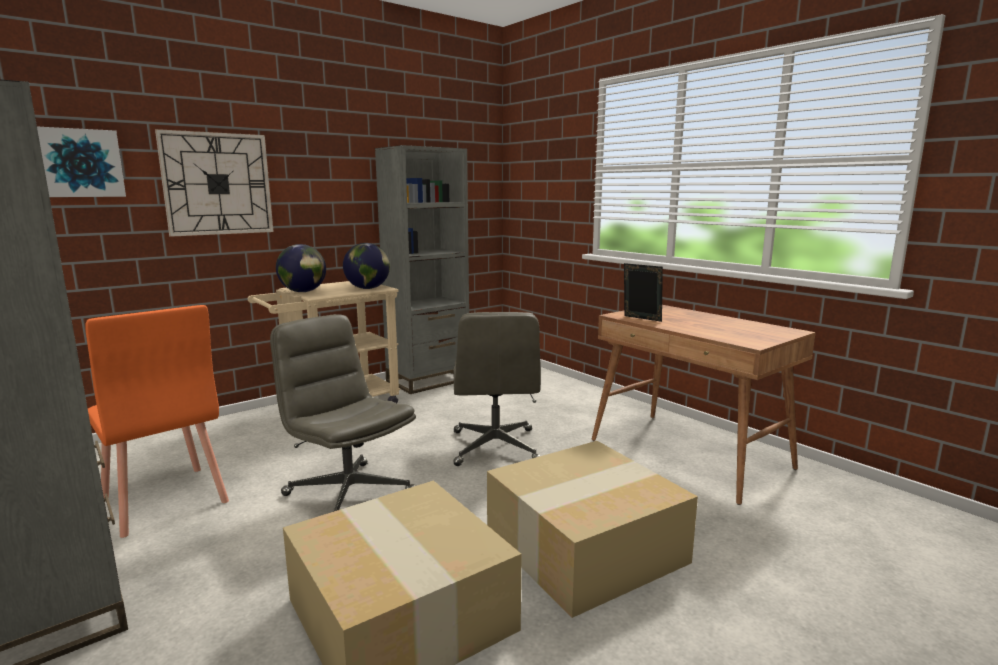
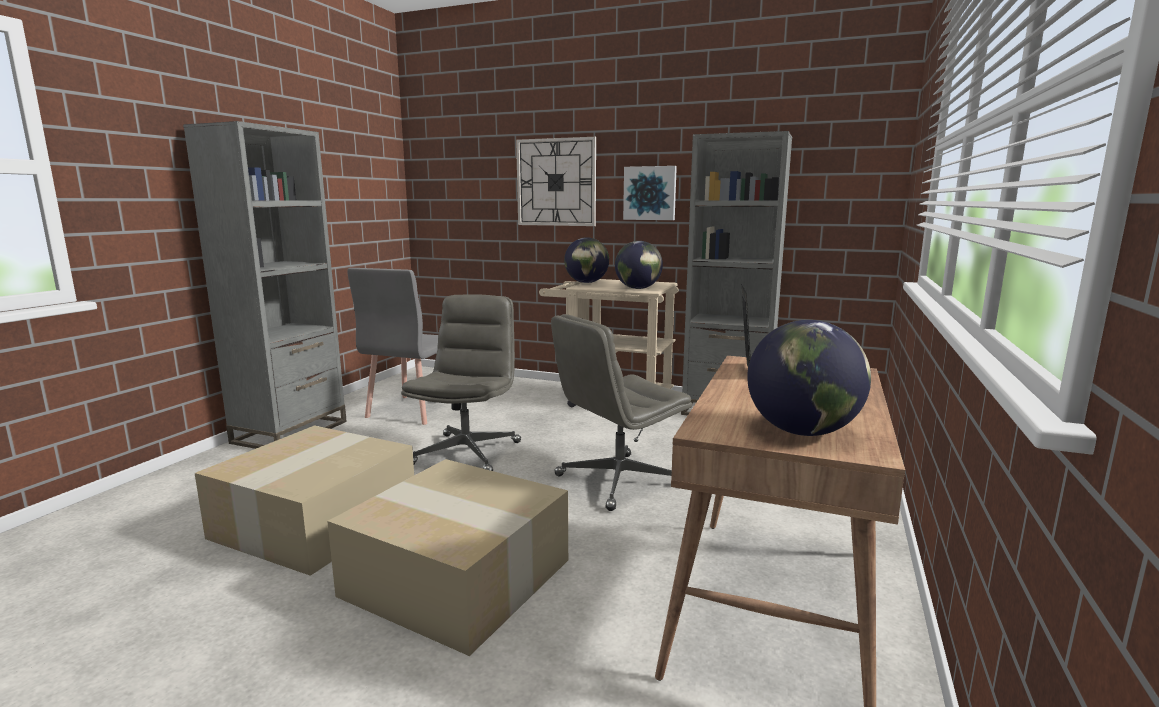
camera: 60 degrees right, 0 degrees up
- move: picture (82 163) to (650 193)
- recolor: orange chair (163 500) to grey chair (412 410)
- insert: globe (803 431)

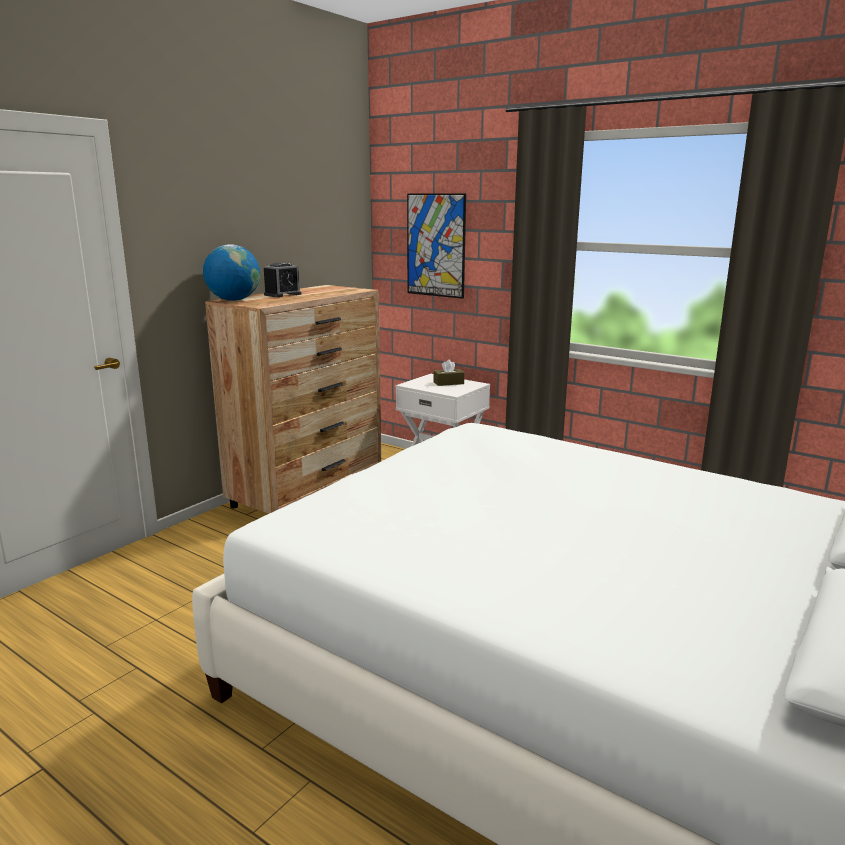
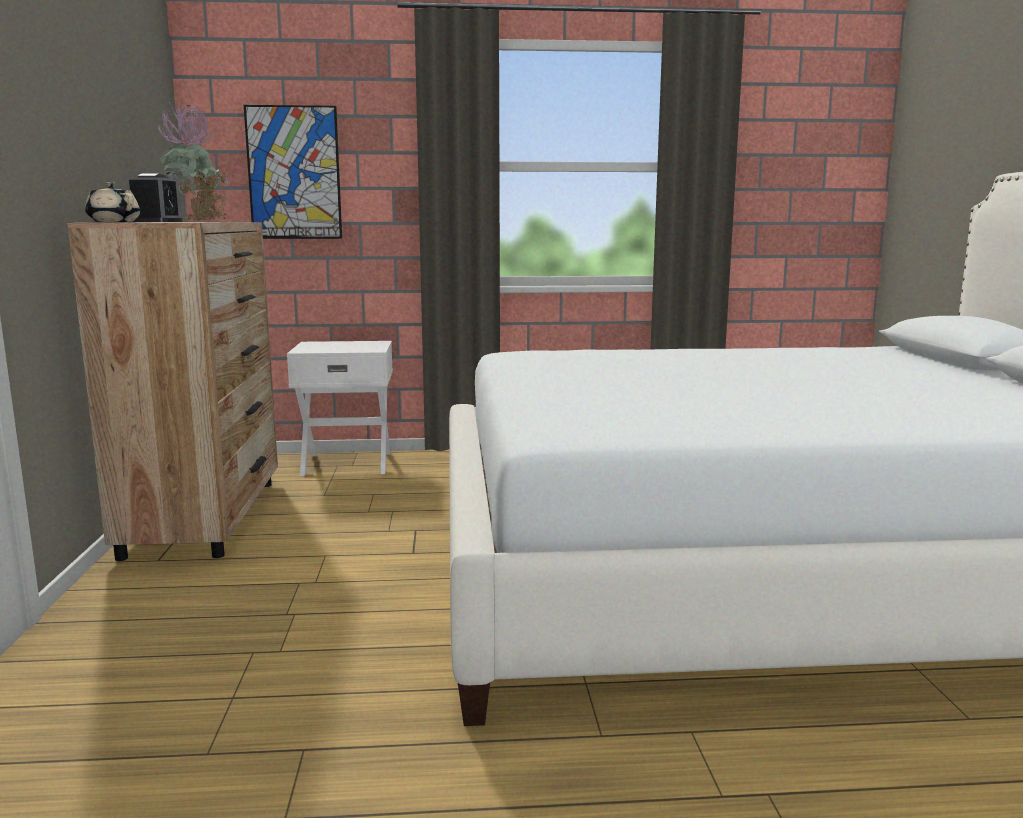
camera: 40 degrees left, 5 degrees down
- replace: globe (234 300) to beige teapot (113 222)
- delete: brown tissue box (448 383)
- insert: potted plant (199 221)

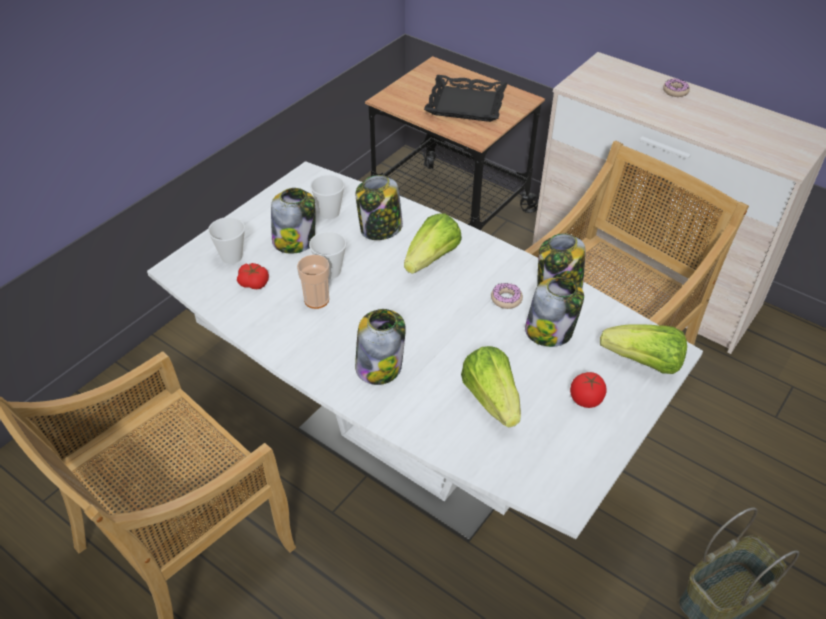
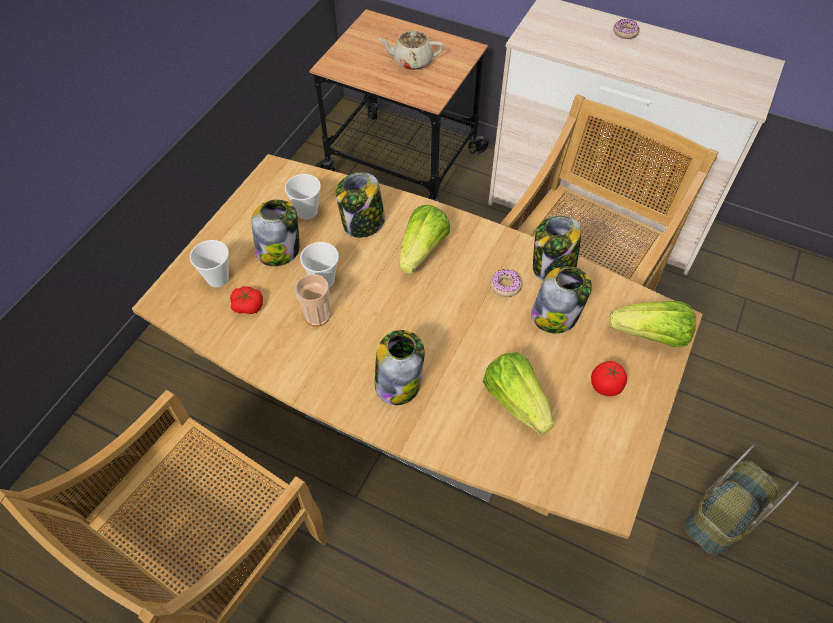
camera: 10 degrees left, 10 degrees up
- recolor: white dining table (411 449) to brown dining table (416 419)
- replace: black tray (466 104) to beige teapot (412 61)

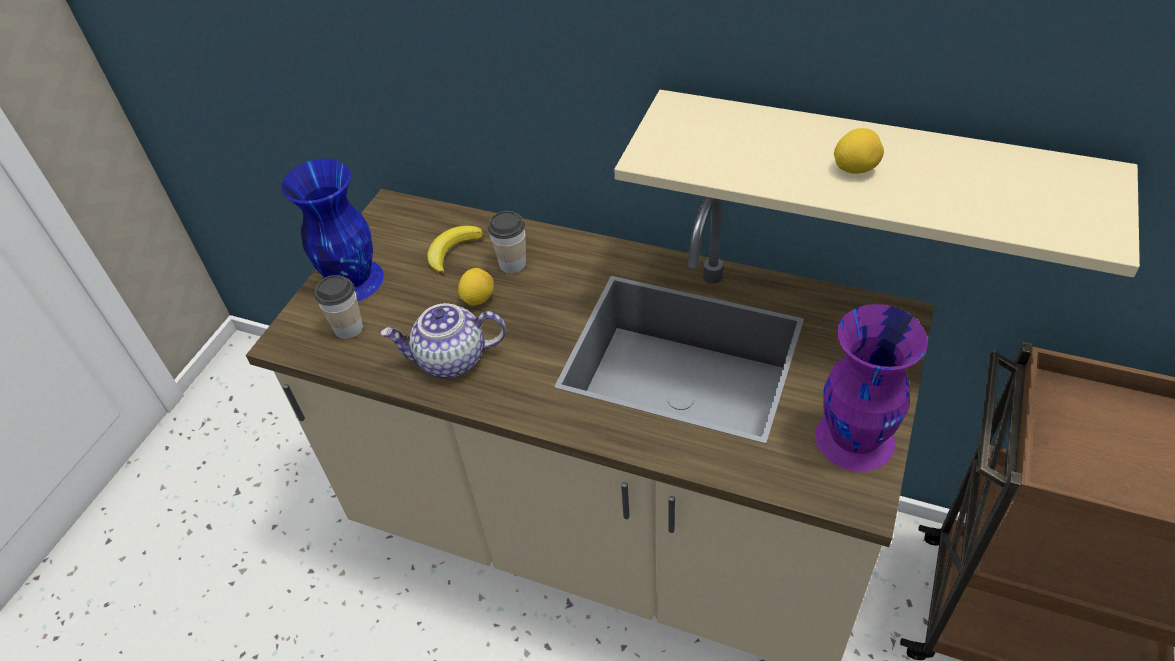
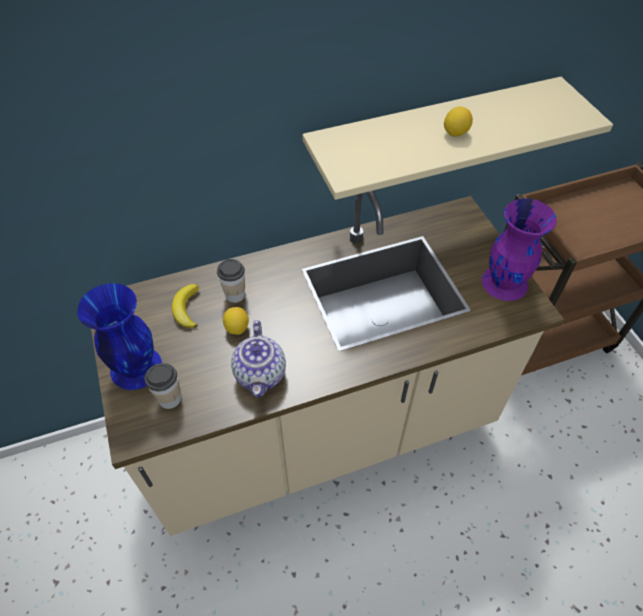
camera: 45 degrees left, 5 degrees up
- rotate: teapot (451 360) = (261 374) 45 degrees counterclockwise

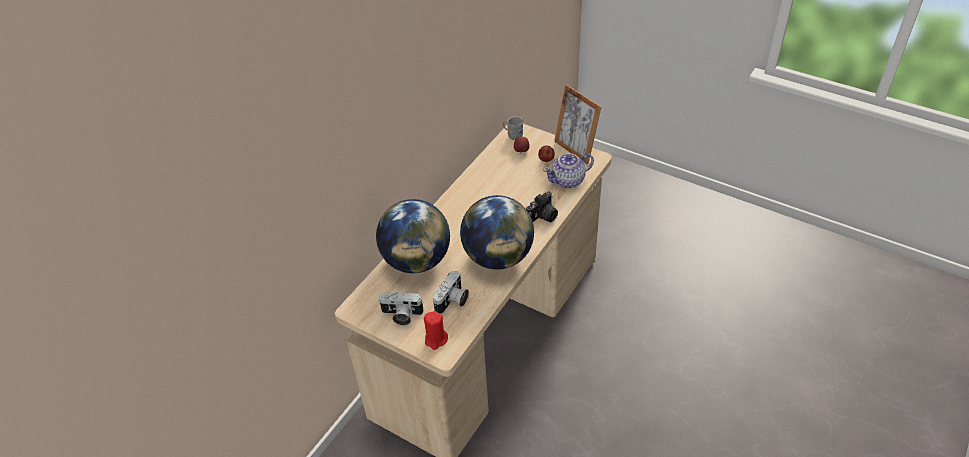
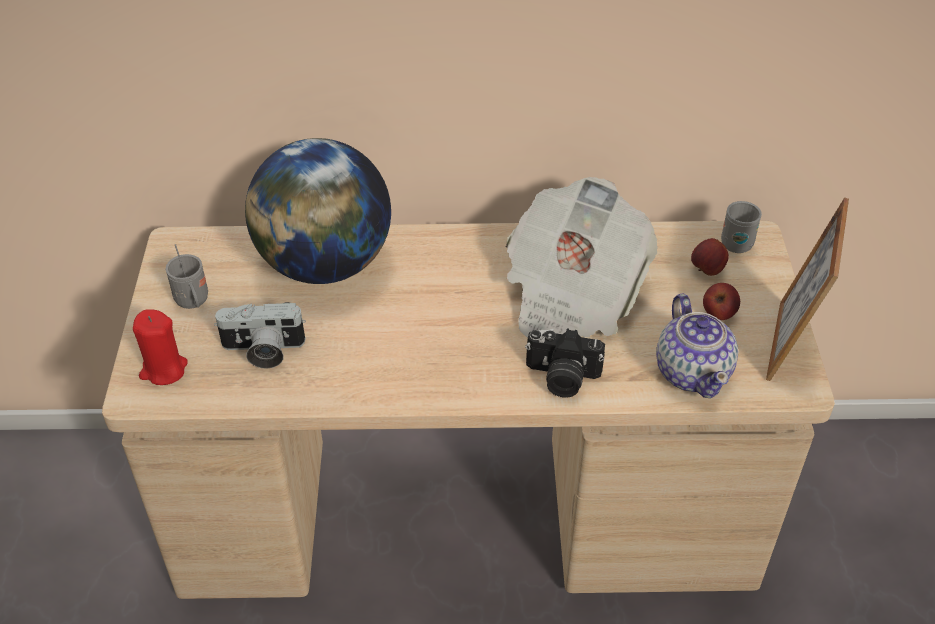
camera: 55 degrees right, 0 degrees up
- replace: photo camera (401 315) to grey mug (193 303)
- delete: globe (498 257)
- rotate: teapot (568 180) = (693 372) 135 degrees counterclockwise
- insert: newspaper (572 292)

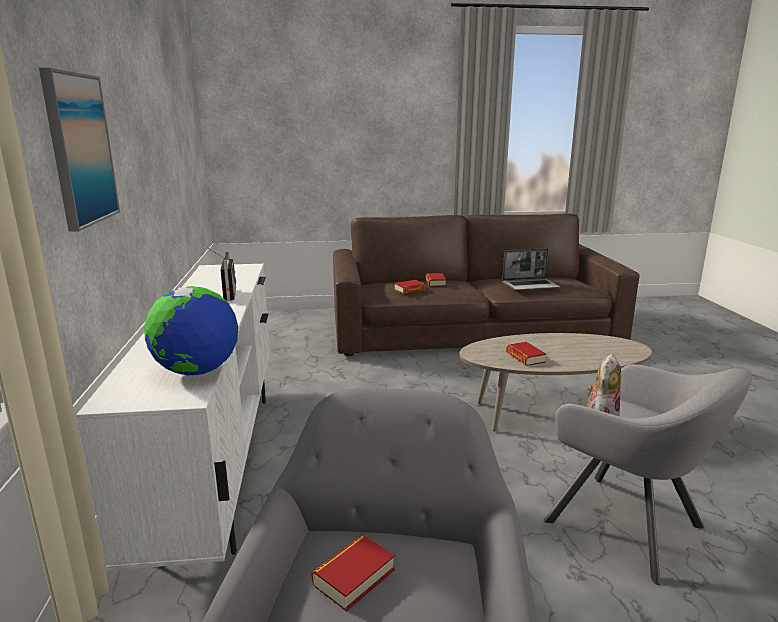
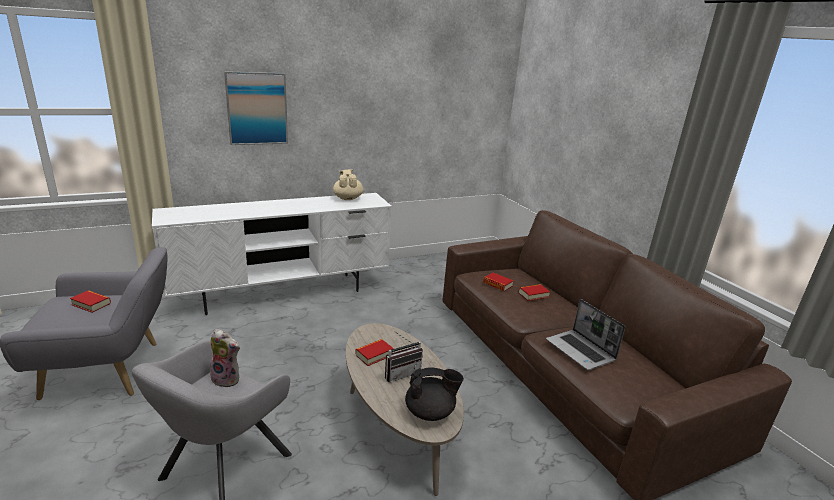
camera: 70 degrees right, 5 degrees up
- delete: globe (196 371)
- move: radio (224 295) to (401 373)
- insert: beige teapot (348 198)
- insert: black teapot (430 412)

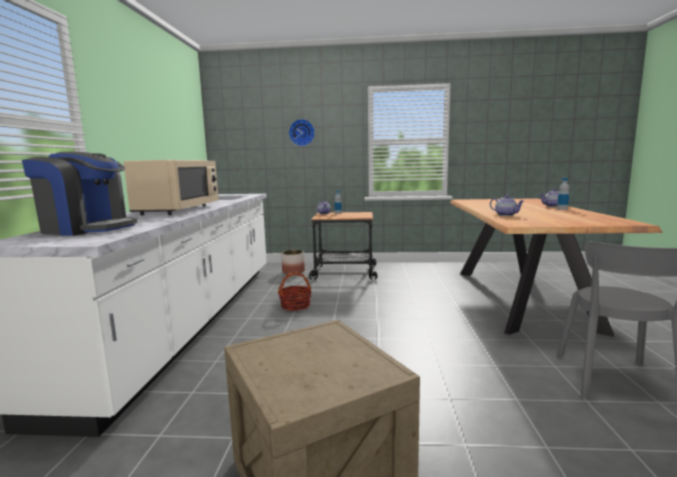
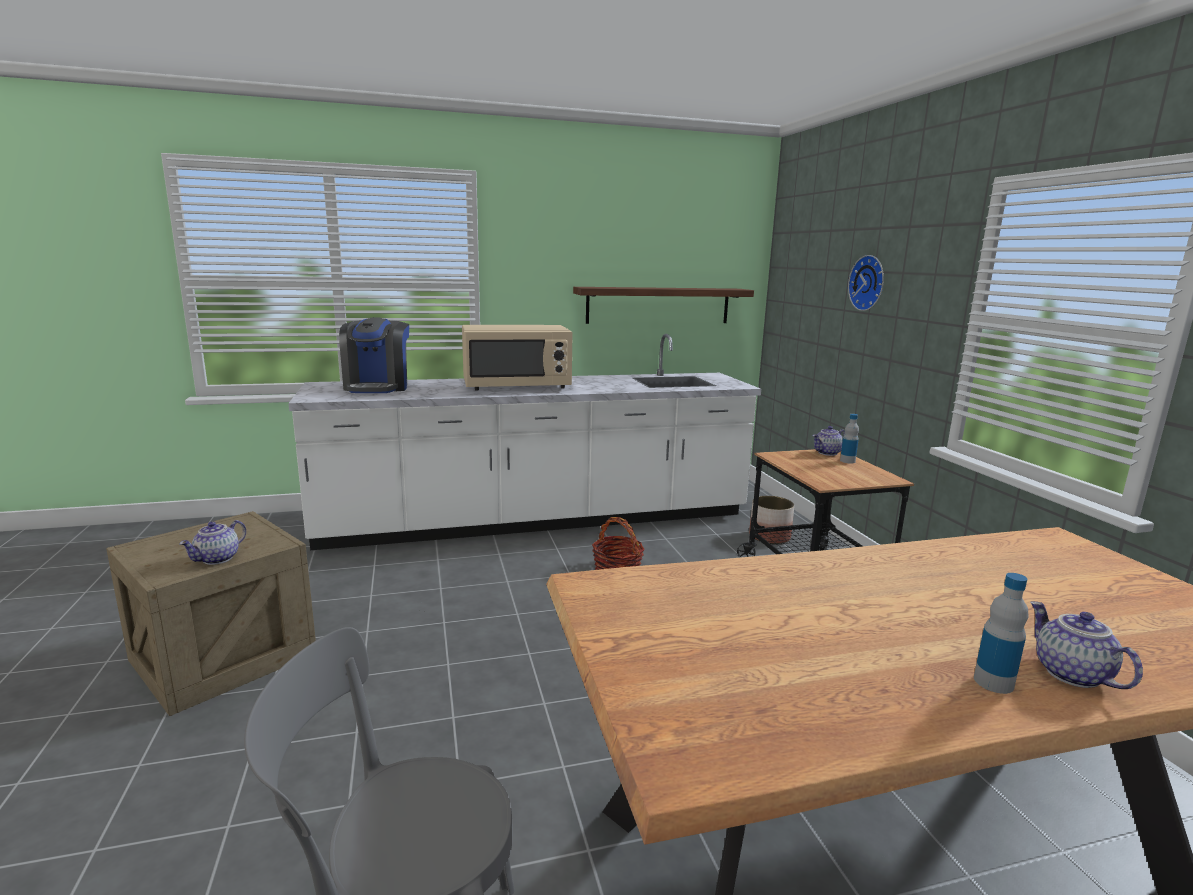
camera: 70 degrees right, 5 degrees up
- move: teapot (506 215) to (217 559)
- insert: shelf (658 305)

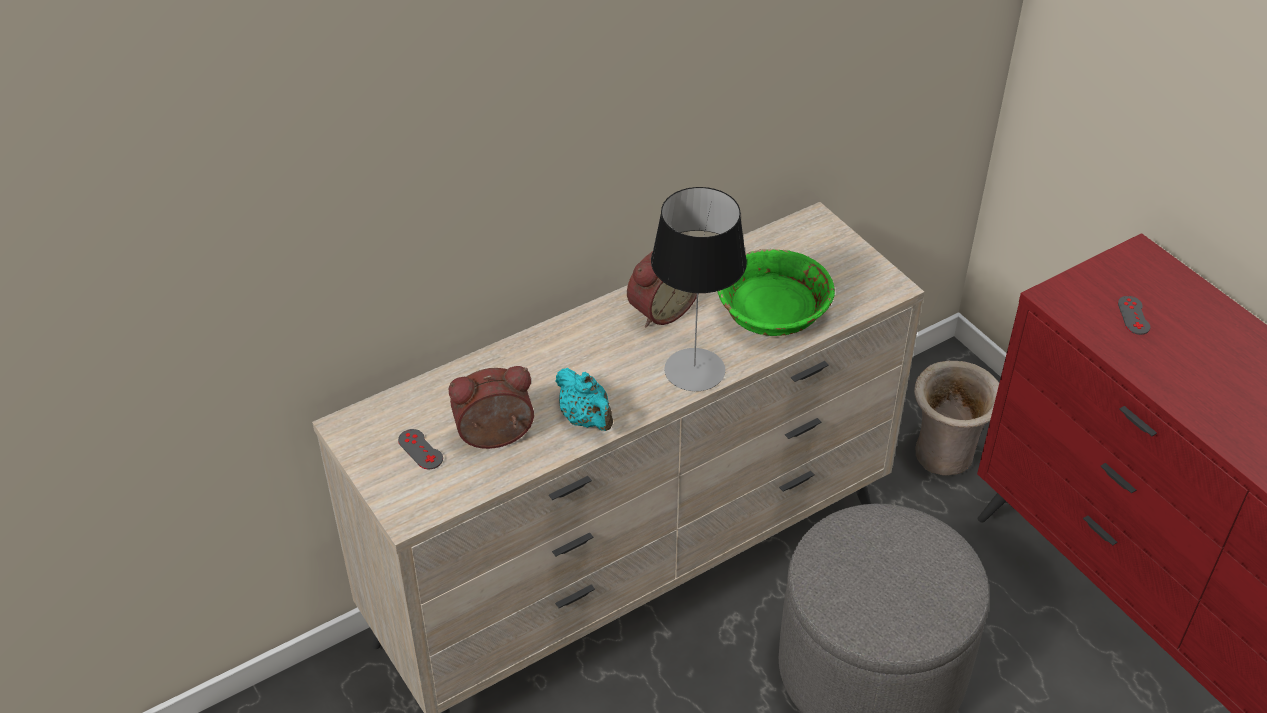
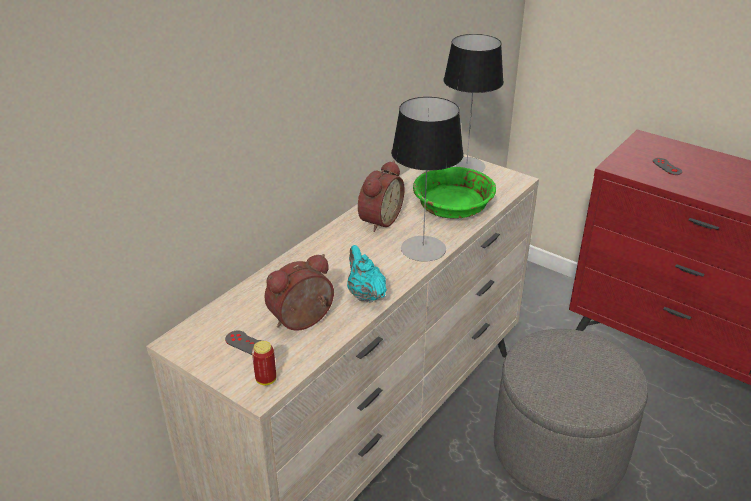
camera: 20 degrees left, 10 degrees down
- rotate: turquoise teapot (586 419) = (365 294) 150 degrees counterclockwise
- delete: beige vase (946 456)
- insert: can (266 380)
- insert: table lamp (466 166)

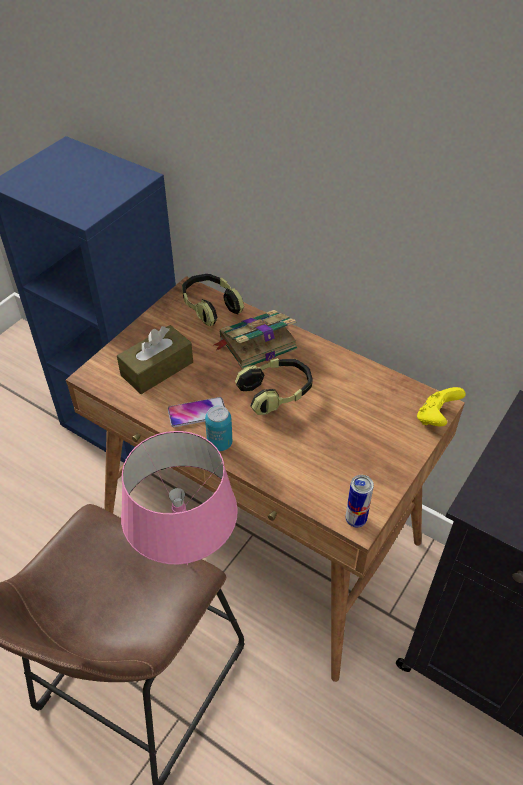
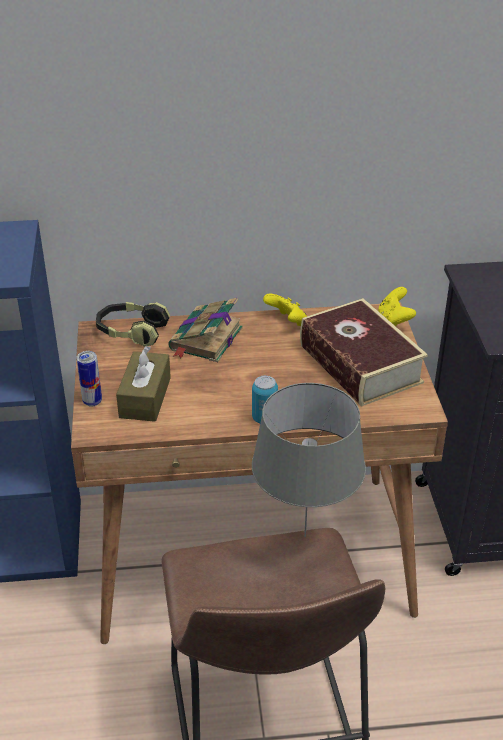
camera: 40 degrees left, 10 degrees down
- recolor: pink table lamp (188 563) to grey table lamp (304 535)
- delete: phone (197 413)
- delete: headphones (276 392)
- move: can (355 520) to (92 401)
- insert: yellow game controller (287 322)
- insert: book (360 364)

